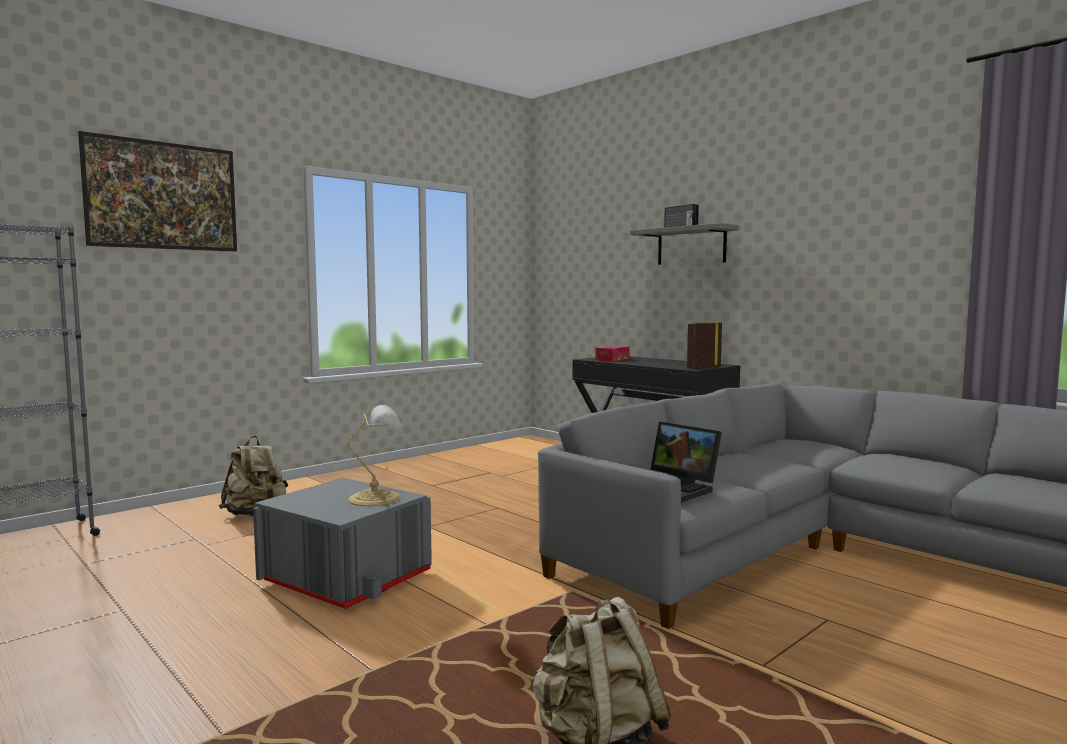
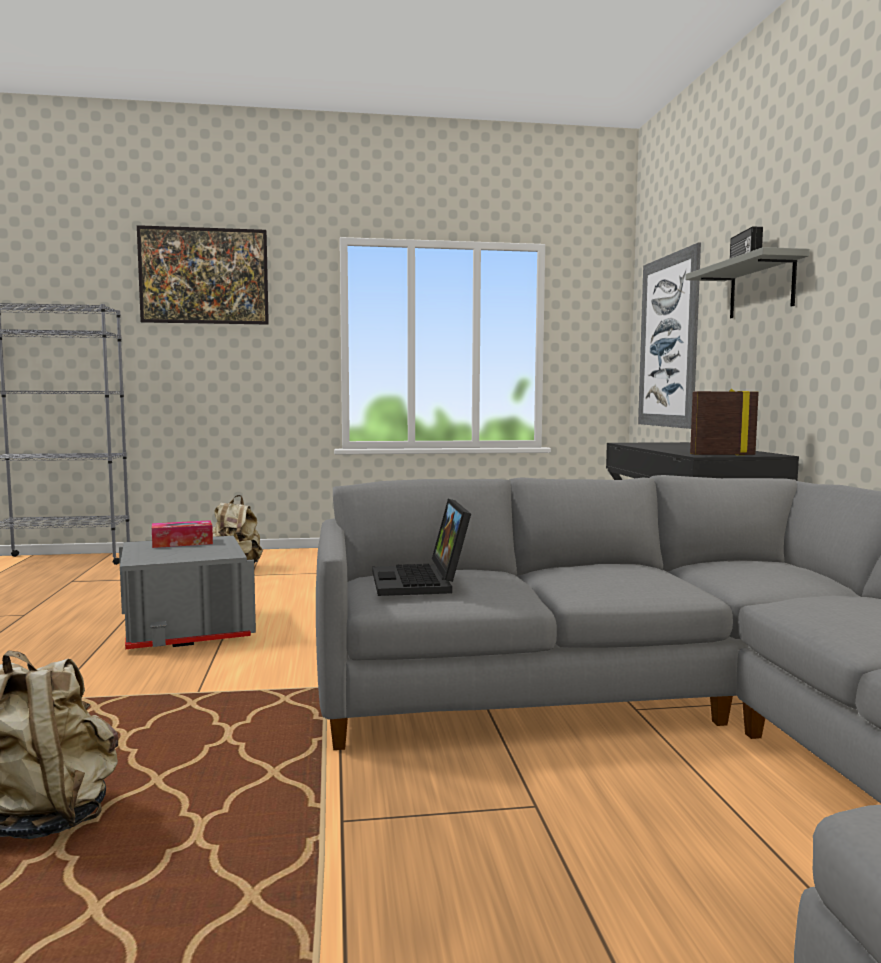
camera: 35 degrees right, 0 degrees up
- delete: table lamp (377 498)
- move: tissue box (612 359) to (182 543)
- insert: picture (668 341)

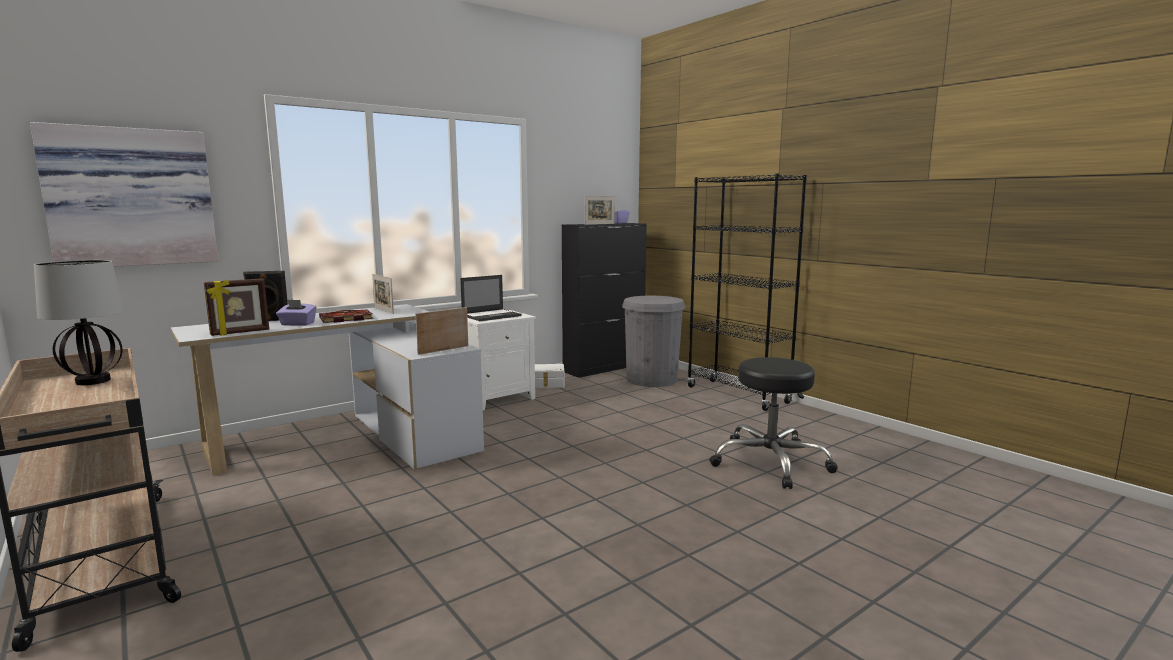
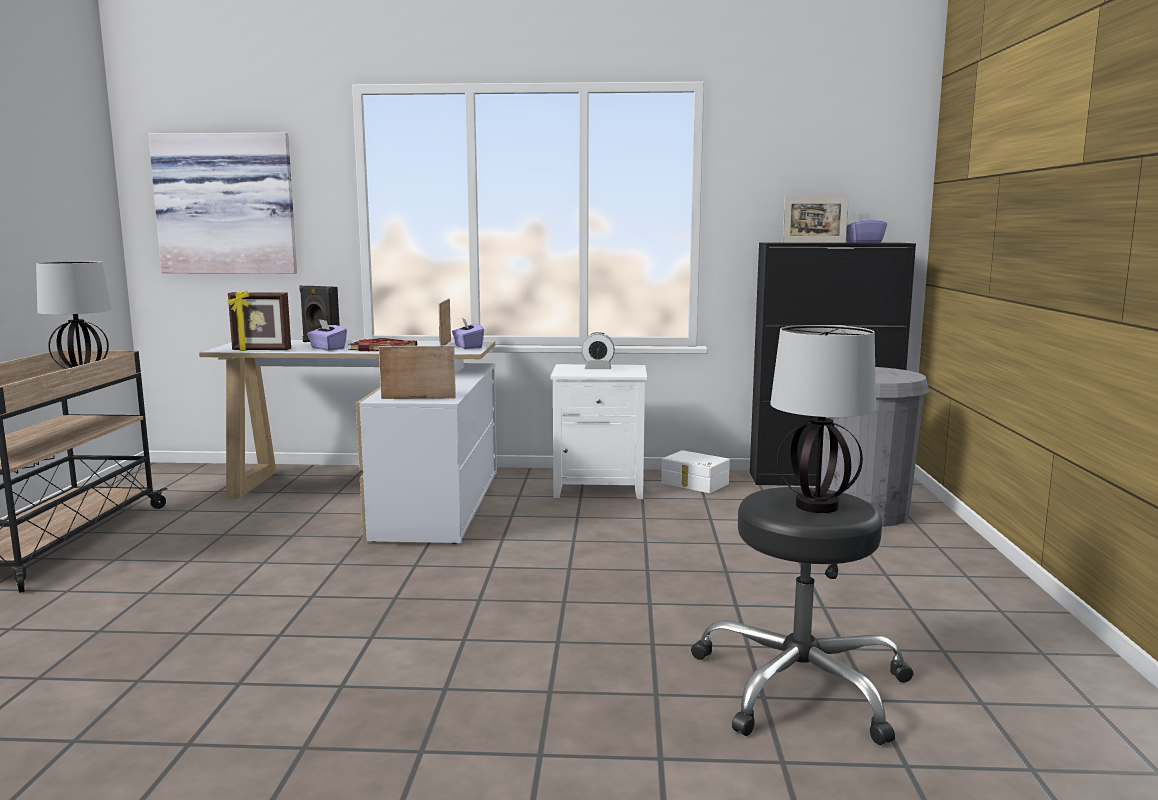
camera: 40 degrees right, 0 degrees up
- replace: laptop (491 315) to alarm clock (597 369)
- delete: black bookcase (737 395)
- insert: purple tissue box (468 347)
- insert: table lamp (815 506)

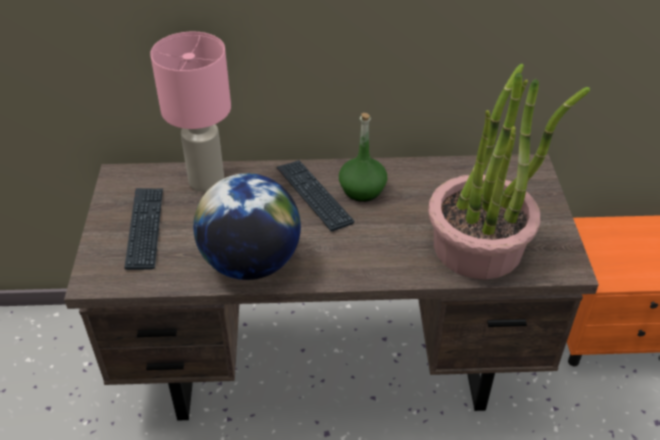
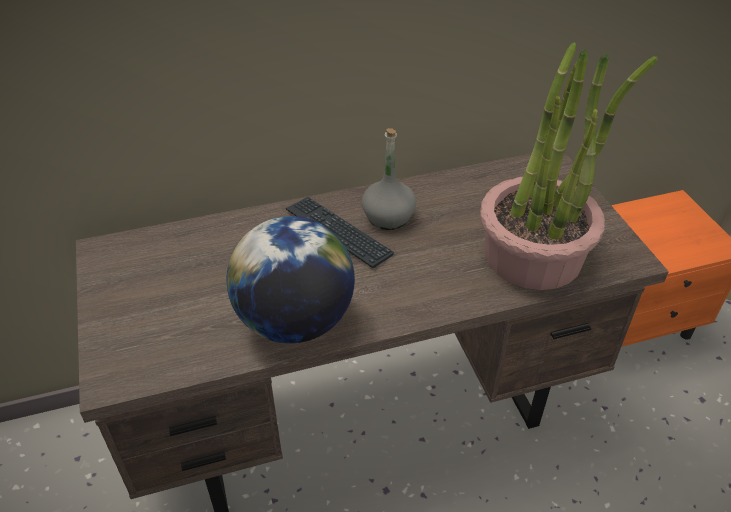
camera: 15 degrees left, 0 degrees up
- delete: keyboard (145 228)
- delete: pink table lamp (205 181)
- recolor: green bottle (362 190) to grey bottle (388 217)

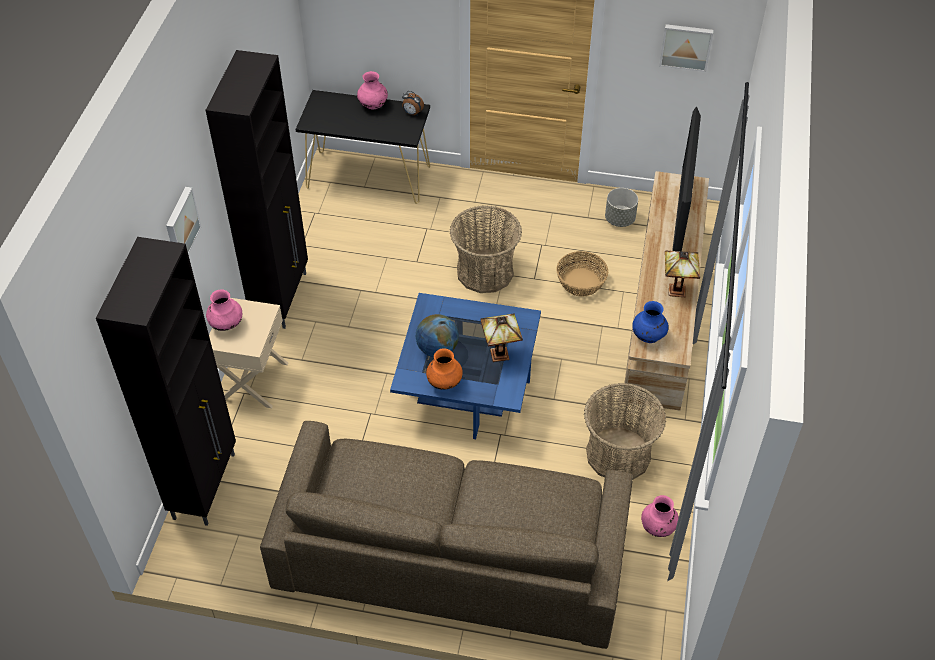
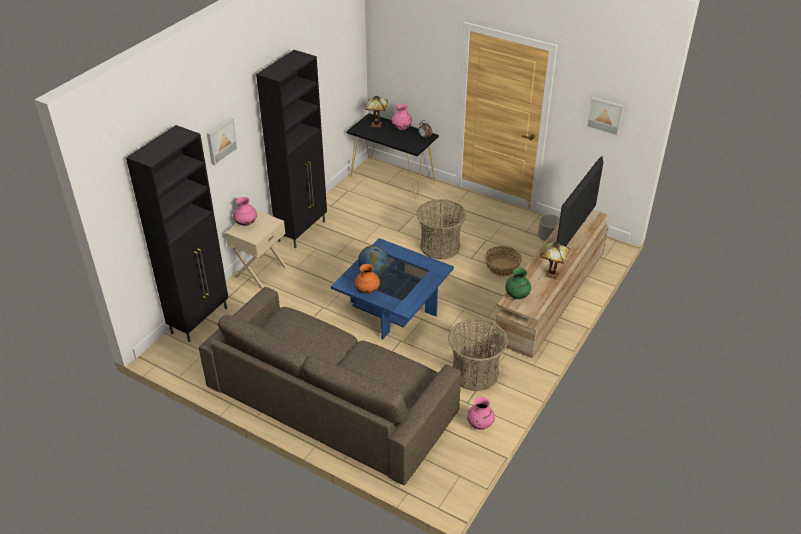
camera: 20 degrees right, 10 degrees down
- move: table lamp (501 353) to (377 124)
- recolor: blue vase (648 336) to green vase (517 295)

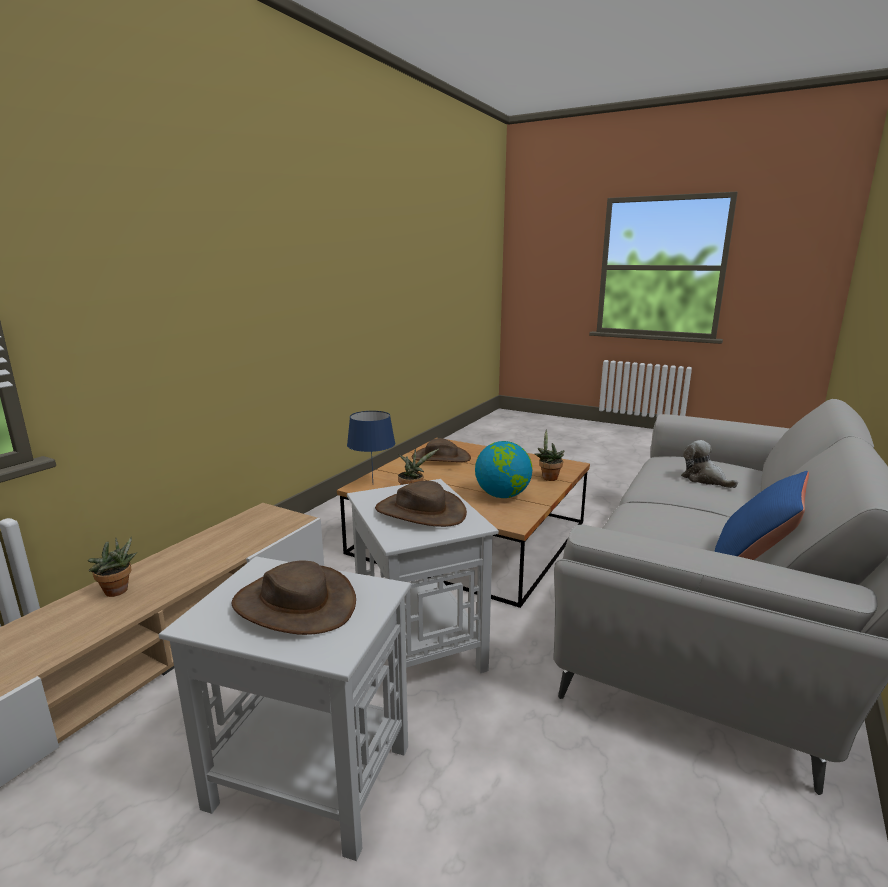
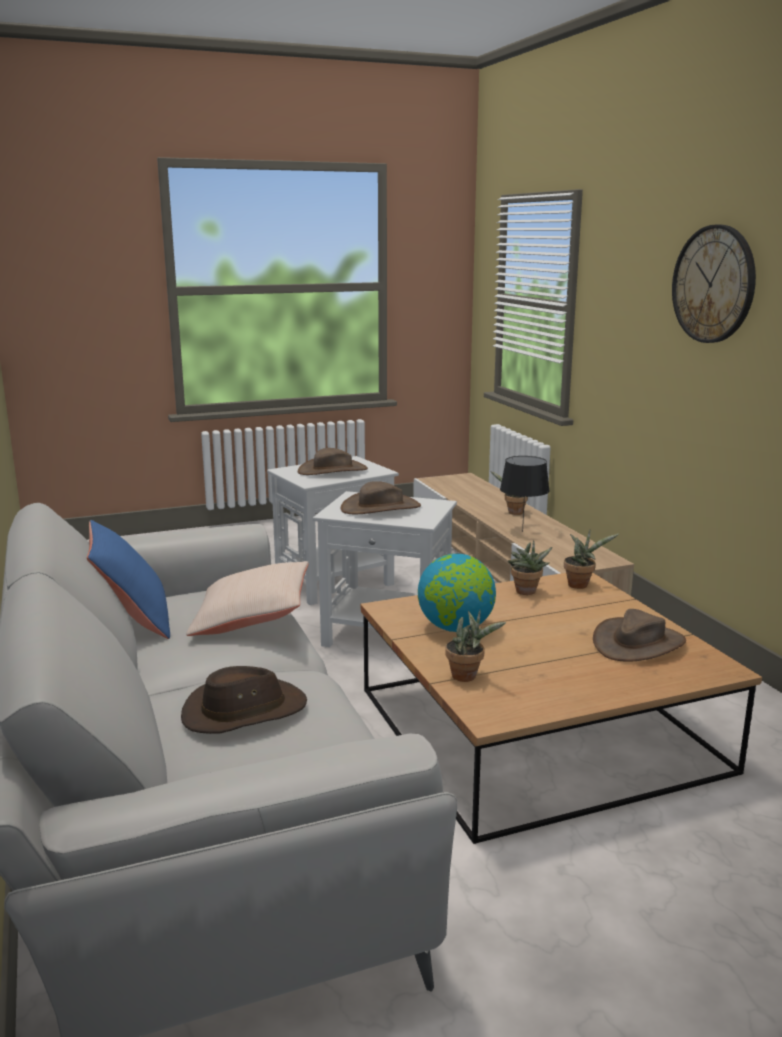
camera: 130 degrees right, 0 degrees up
- replace: blue table lamp (373 484) to potted plant (580 585)
- replace: plush toy (704 479) to brown hat (244 711)
- insert: beige pillow (251 618)
- insert: black table lamp (522 532)
- insert: wall clock (714 284)

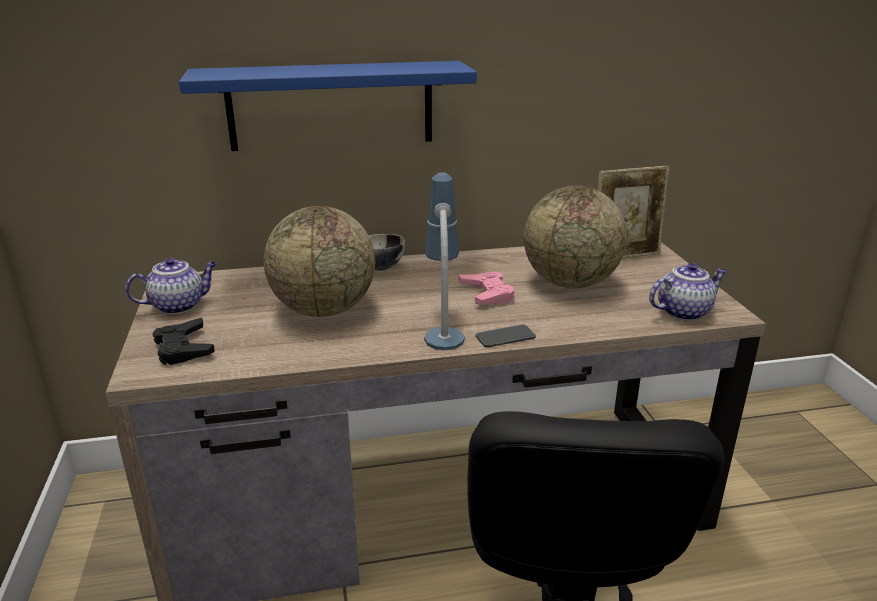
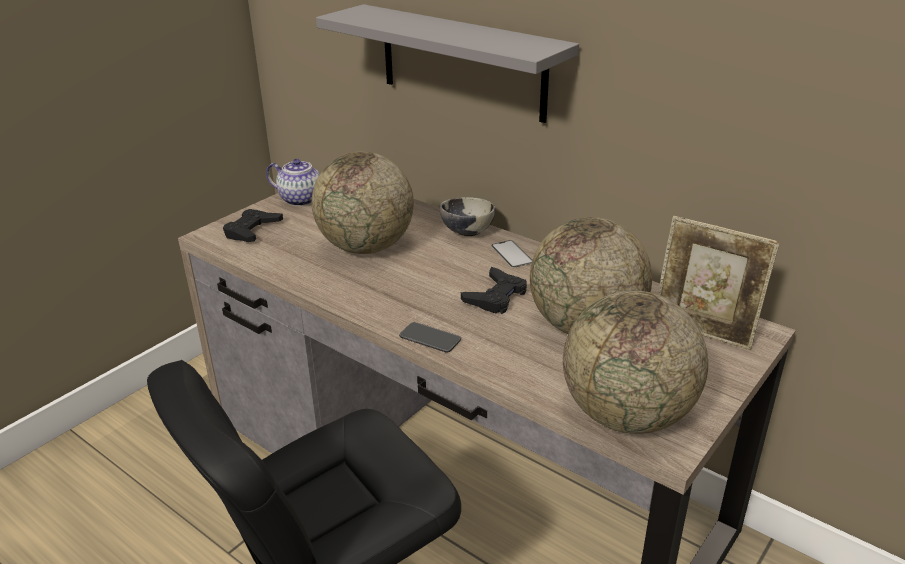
camera: 50 degrees right, 5 degrees up
- recolor: blue shelf (331 106) to grey shelf (462 62)
- delete: table lamp (443 326)
- recolor: pink game controller (487 293) to black game controller (496 296)
- replace: teapot (684 311) to globe (627 415)
- insert: phone (512 254)

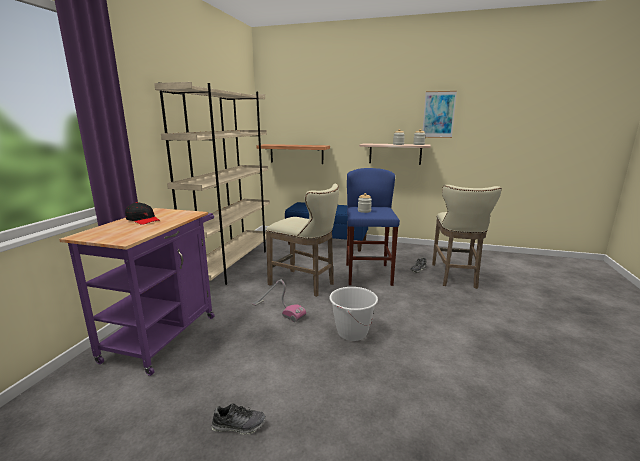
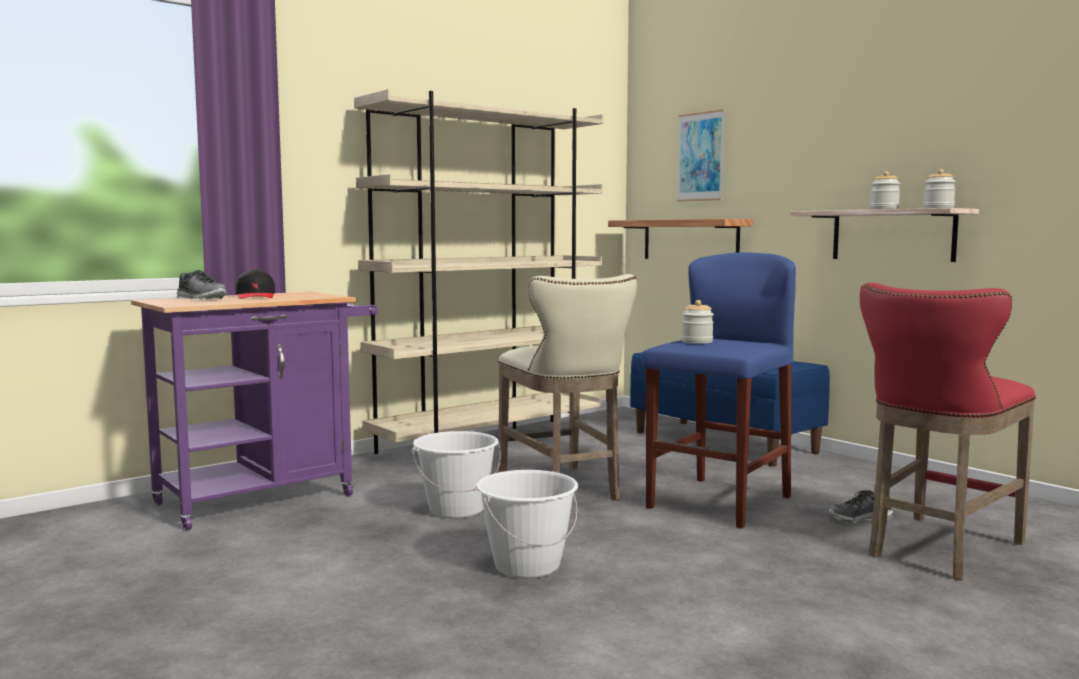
camera: 35 degrees right, 10 degrees down
- move: shoe (239 425) to (201 299)
- replace: vacuum cleaner (278 310) to white bucket (456 510)
- move: picture (438 114) to (700 156)
- recolor: beige stool (455 277) to red stool (937 550)

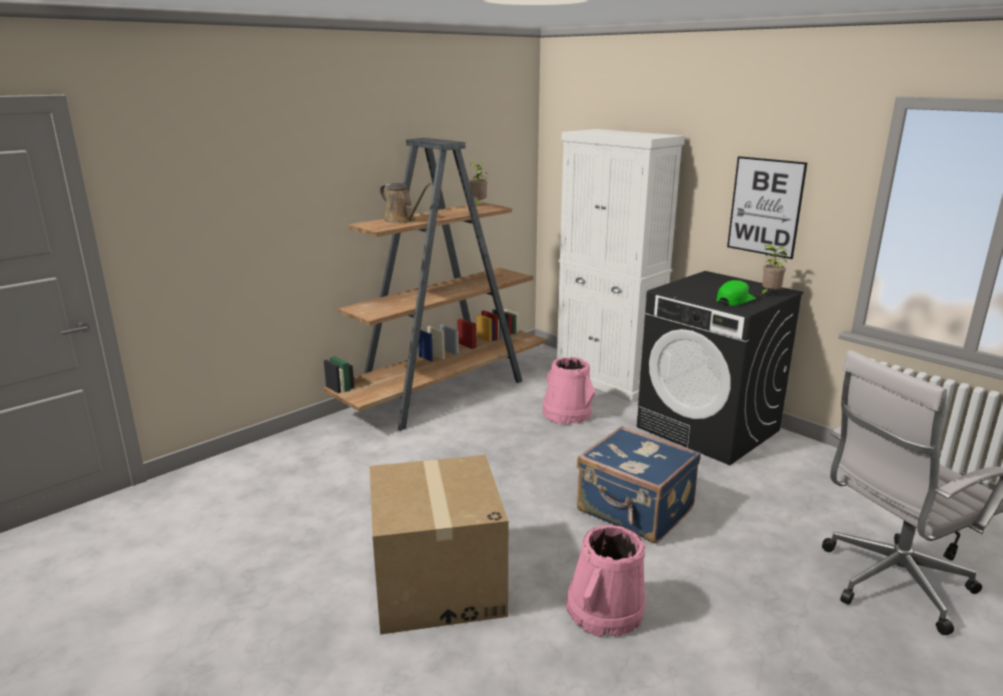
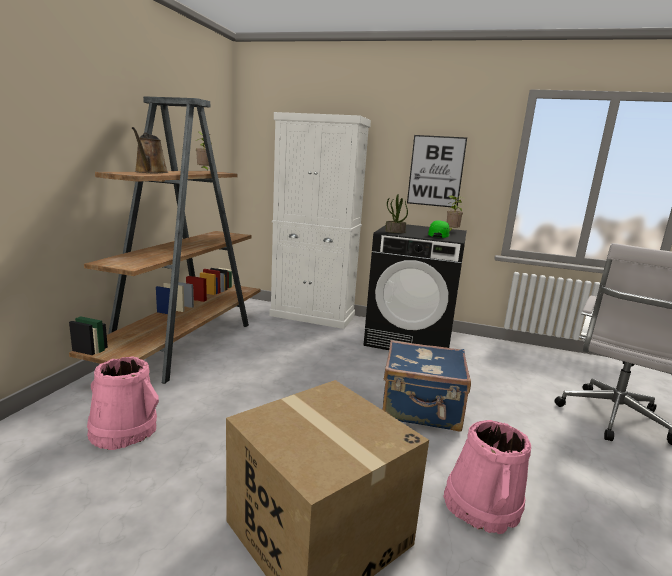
camera: 30 degrees left, 5 degrees down
- rotate: brown watering can (402 220) = (150 172) 75 degrees clockwise
- move: pink bucket (567 413) to (124 430)
- insert: potted plant (394 232)

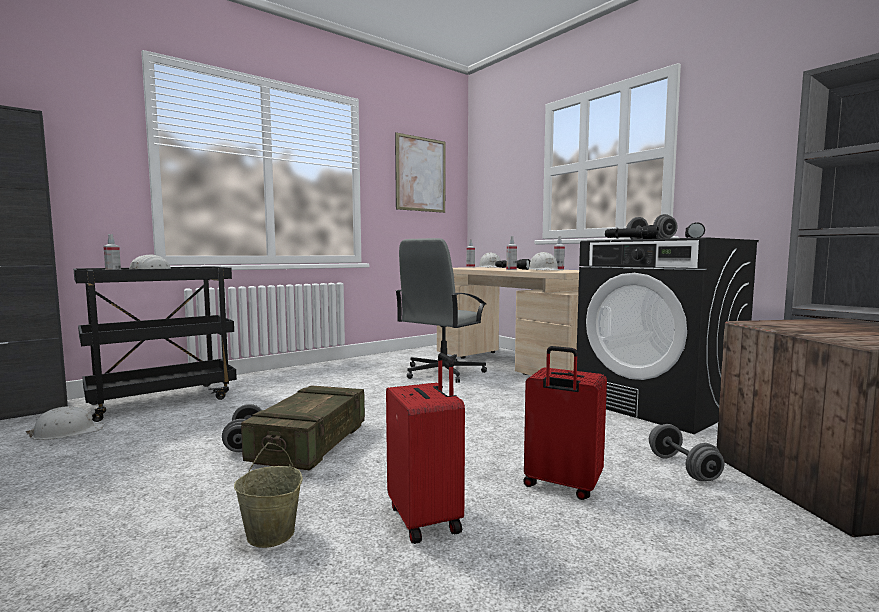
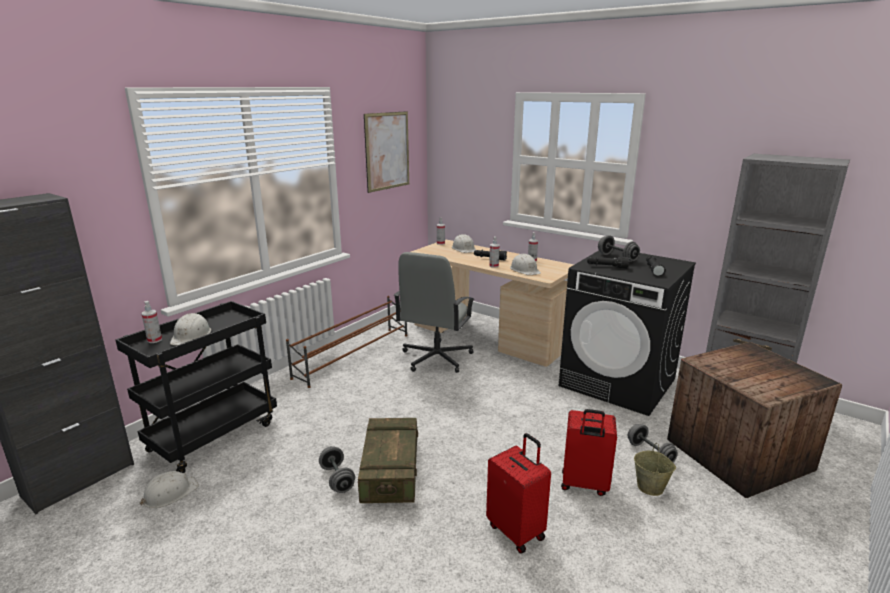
camera: 15 degrees left, 15 degrees up
- move: beige bucket (271 534) to (651 487)
- insert: brown shoe rack (354 355)

